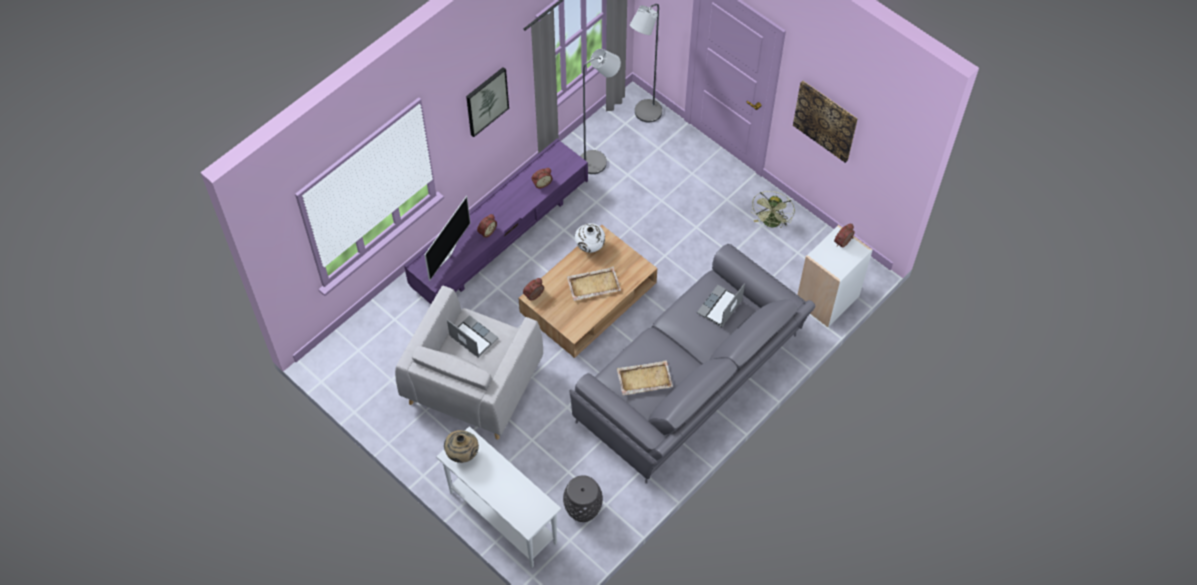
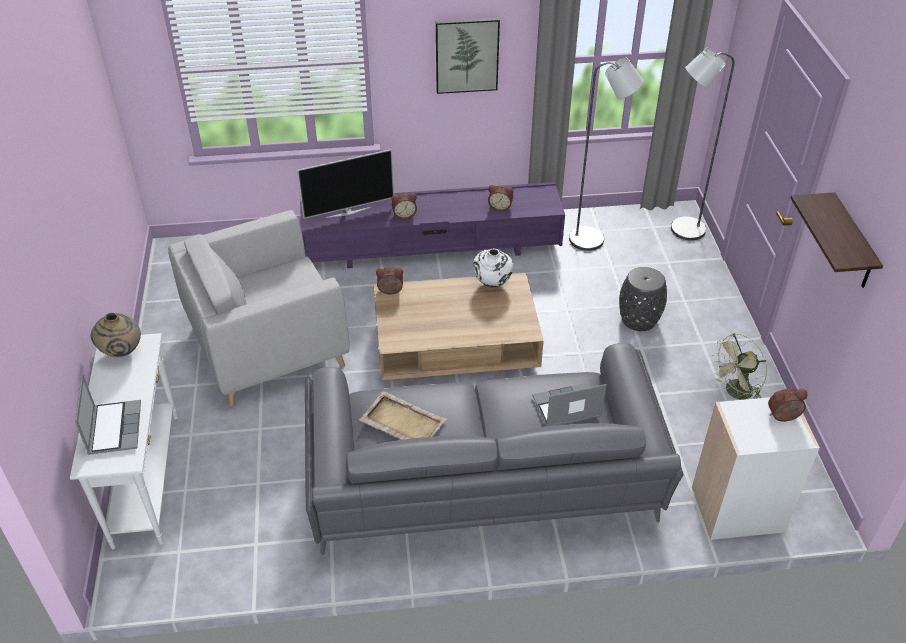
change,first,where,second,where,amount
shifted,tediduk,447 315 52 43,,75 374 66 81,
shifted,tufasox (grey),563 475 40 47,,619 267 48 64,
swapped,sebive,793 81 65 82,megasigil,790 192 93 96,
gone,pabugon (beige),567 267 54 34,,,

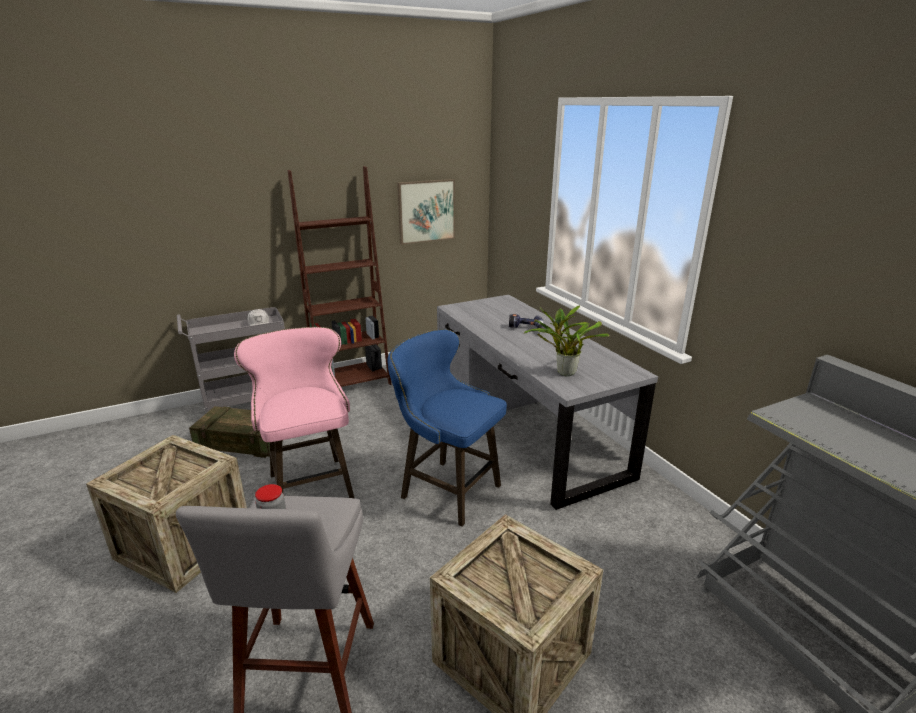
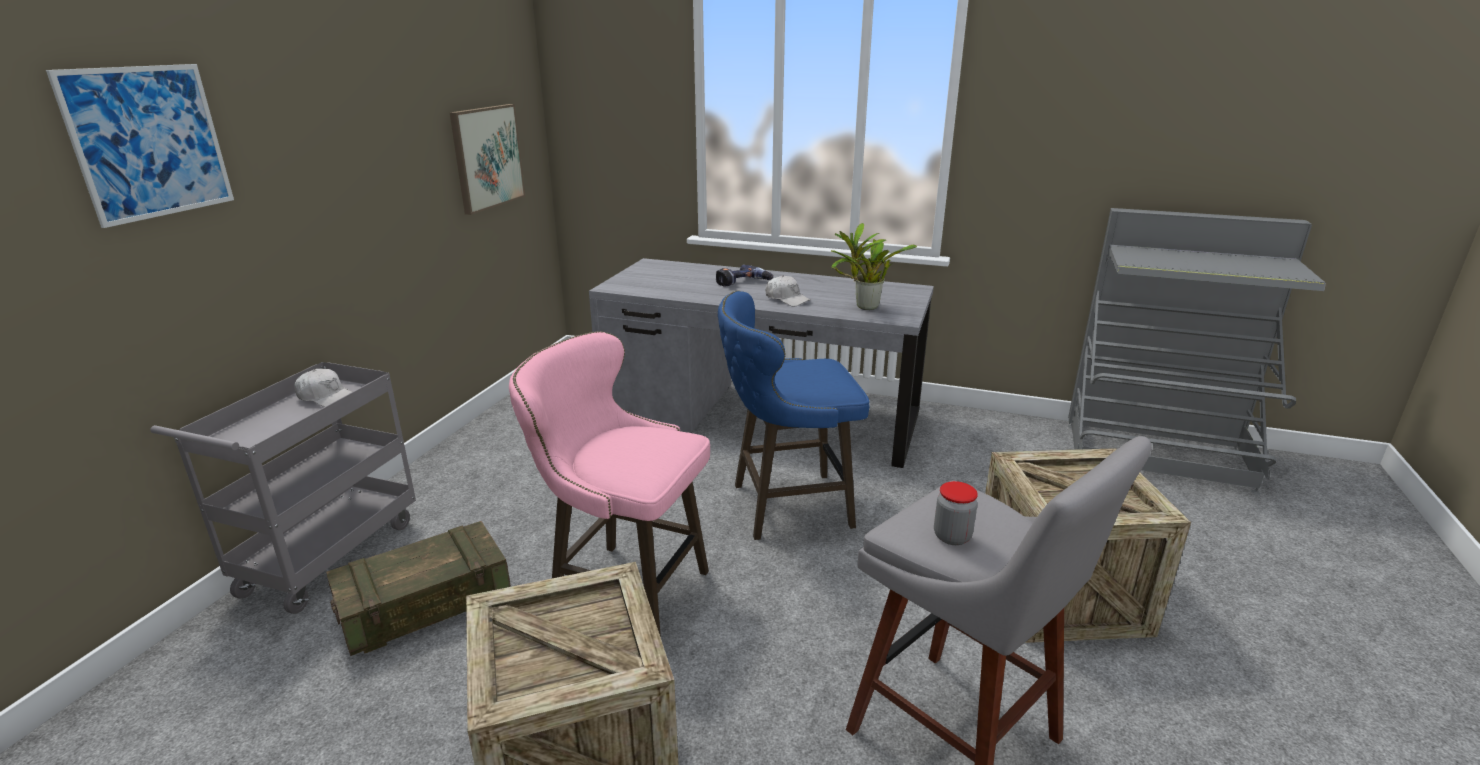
change,first,where,second,where,amount
new,,,sebive,46 64 188 164,
new,,,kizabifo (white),765 275 46 32,
gone,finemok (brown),288 166 103 221,,,

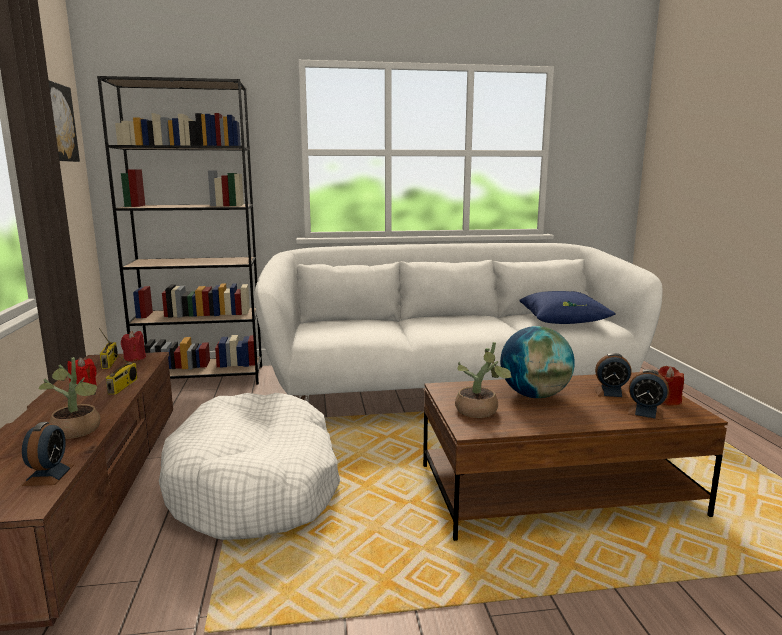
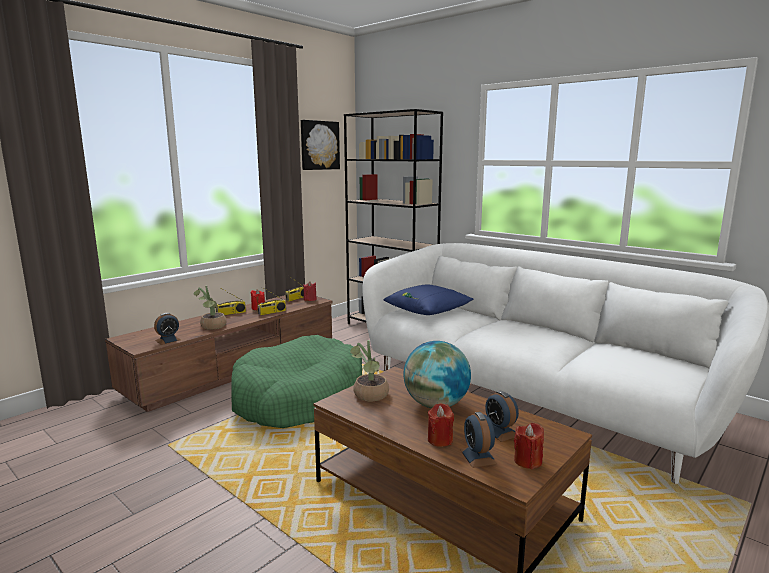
change,first,where,second,where,amount
new,,,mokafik,216 290 30 25,
repainted,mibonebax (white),159 393 181 147,mibonebax (green),231 335 132 93,
shifted,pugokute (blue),519 291 97 33,,383 285 90 30,
new,,,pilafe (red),428 403 26 44,

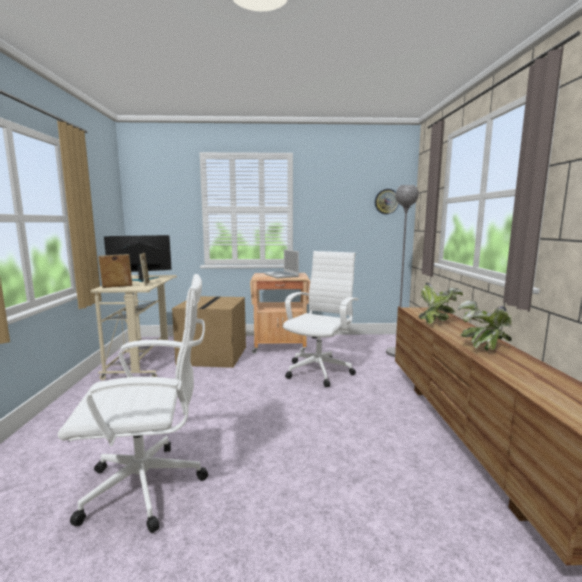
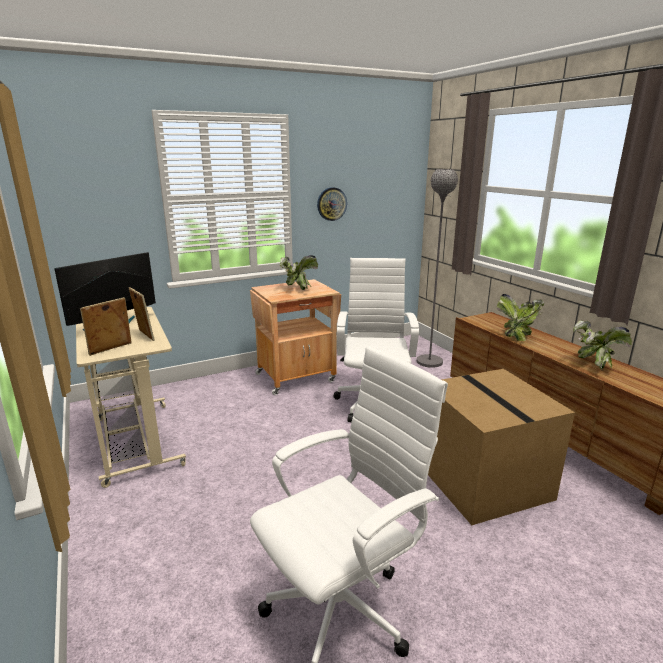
change,first,where,second,where,amount
swapped,tediduk,264 249 35 29,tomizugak,280 255 38 35,
shifted,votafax,375 189 24 25,,317 187 30 34,
shifted,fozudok,172 296 74 72,,428 369 147 156,

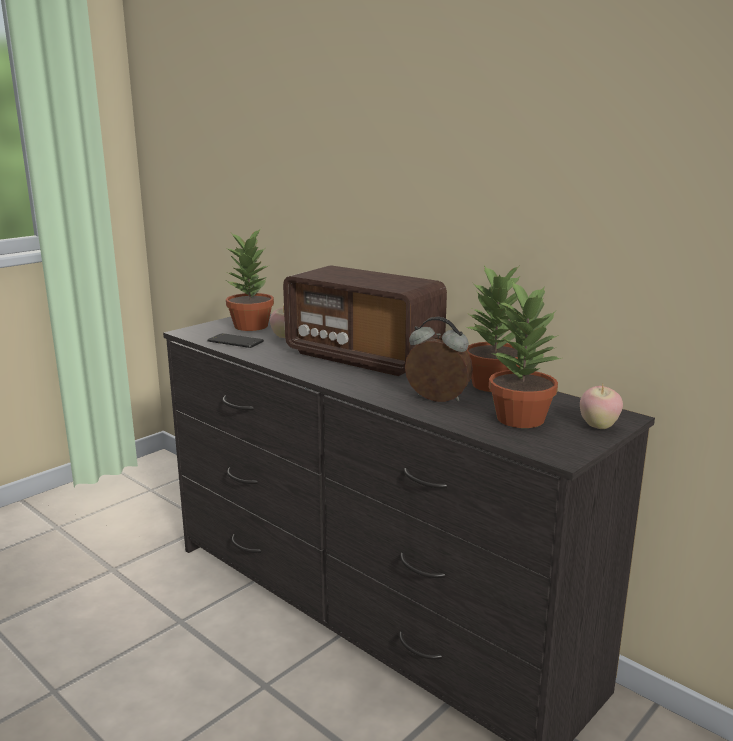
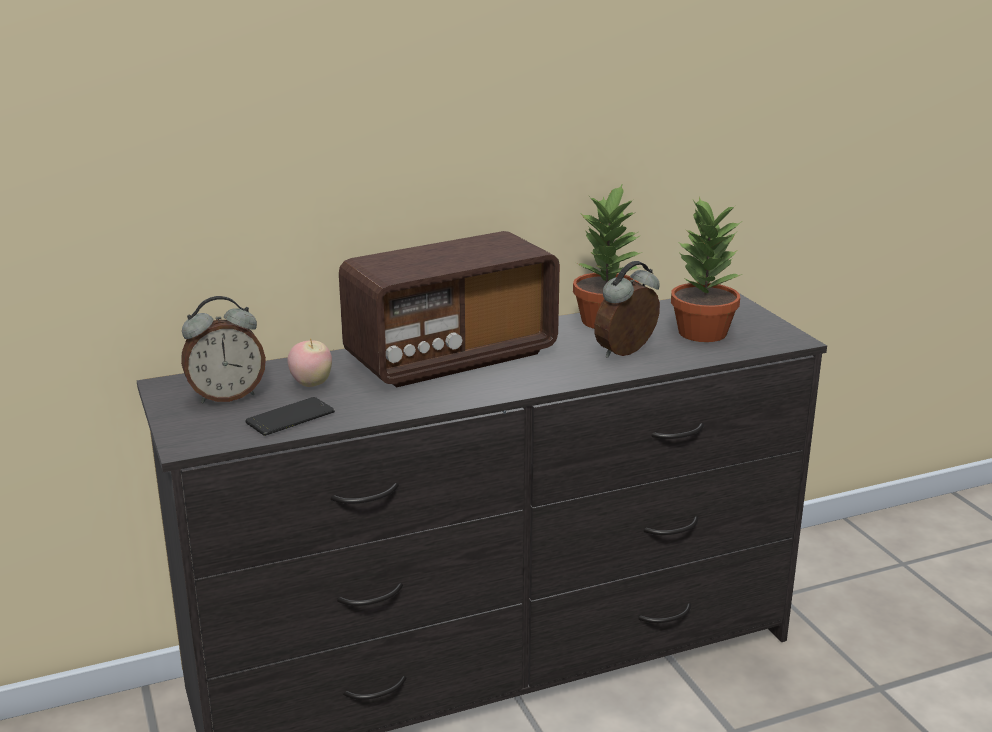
change,first,where,second,where,amount
swapped,tomizugak,225 228 49 103,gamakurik,181 296 85 107,
gone,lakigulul,580 385 43 44,,,

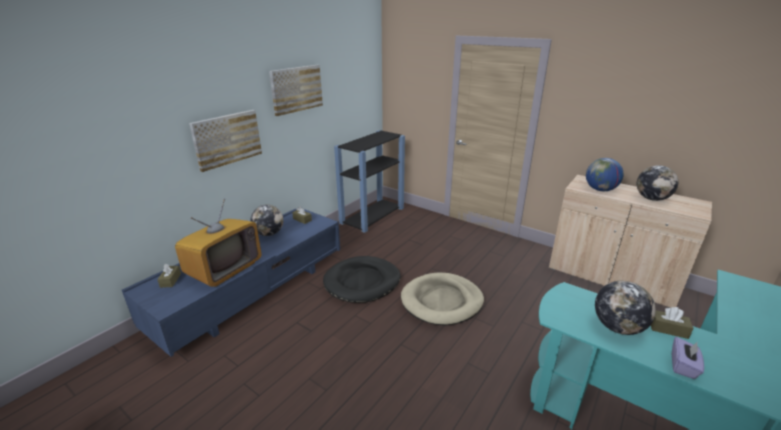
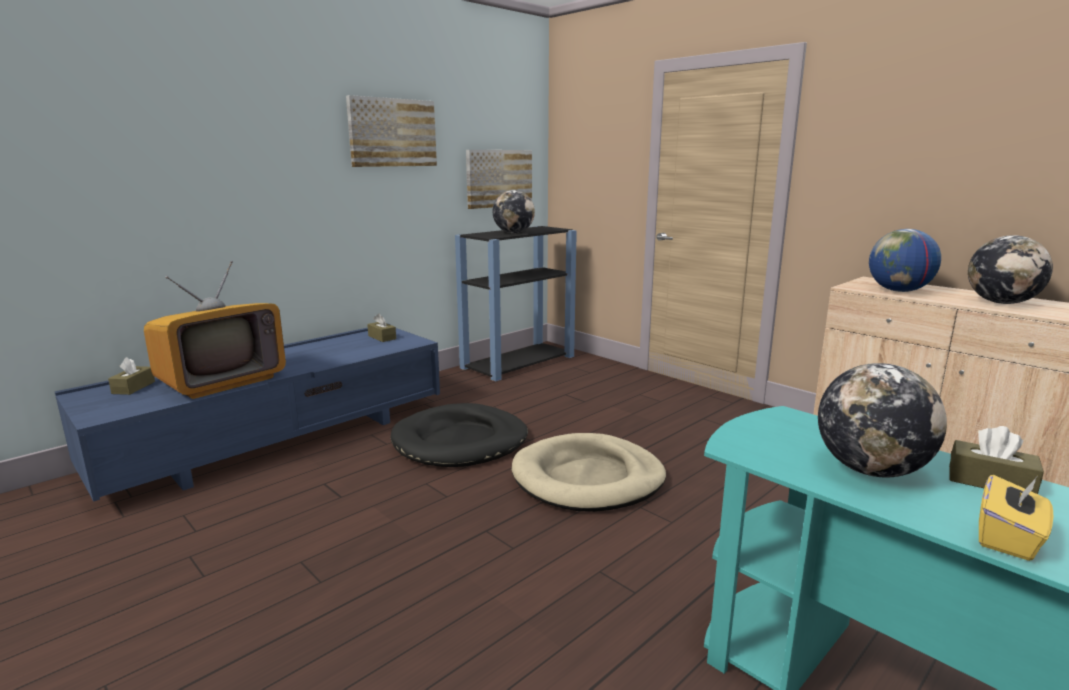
change,first,where,second,where,amount
shifted,sebive,189 110 73 62,,466 150 66 59,
shifted,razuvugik,251 205 32 31,,493 190 42 43,
repainted,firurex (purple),672 337 32 42,firurex (yellow),979 475 74 86,

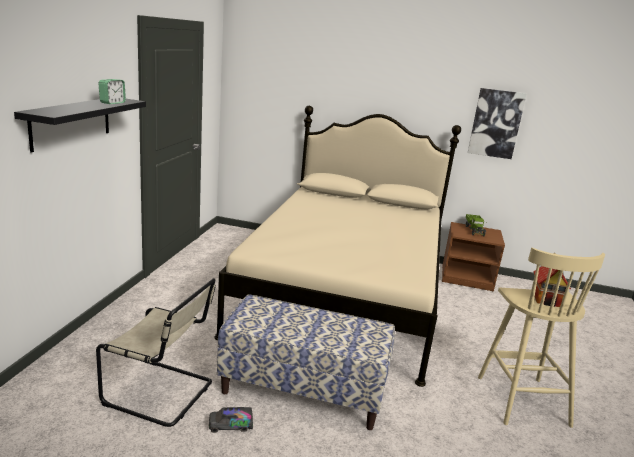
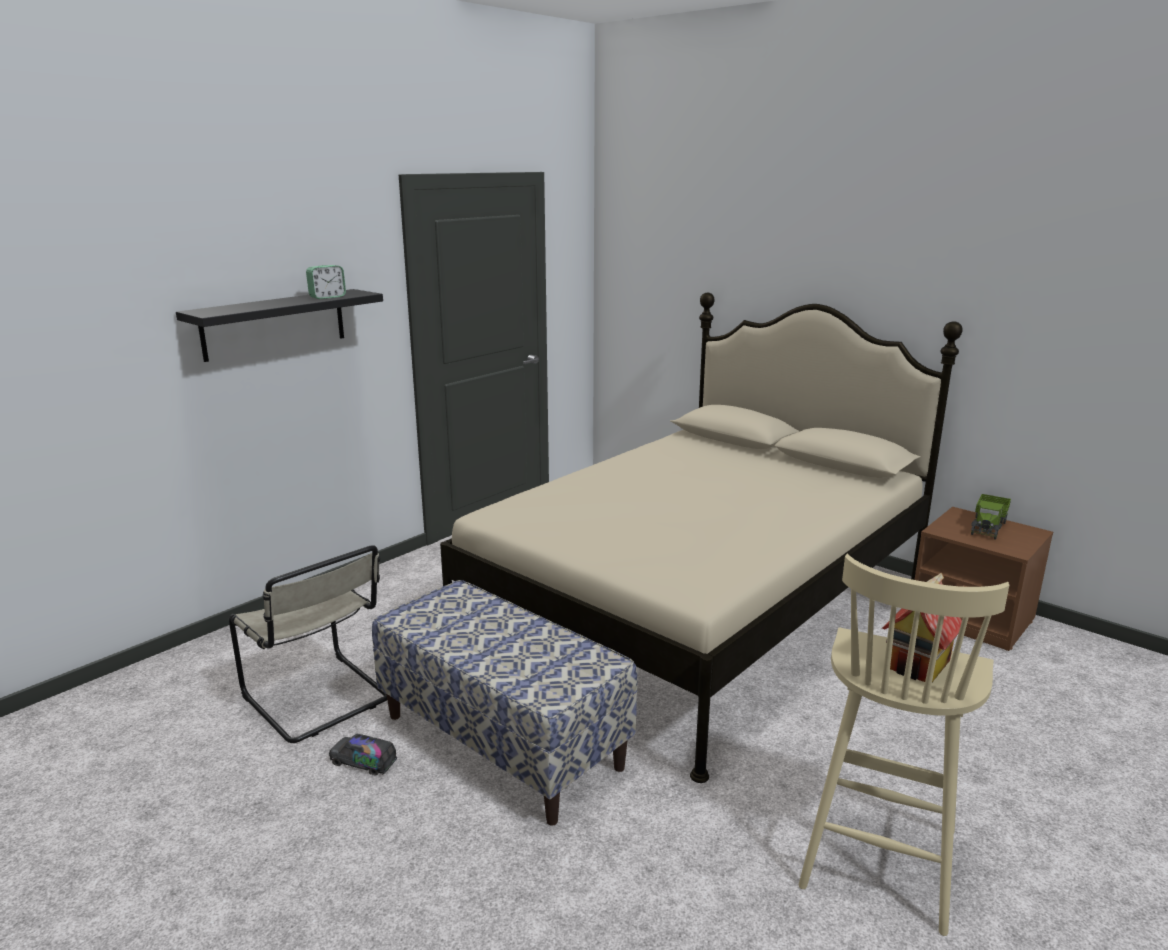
change,first,where,second,where,amount
gone,sebive,468 88 59 71,,,

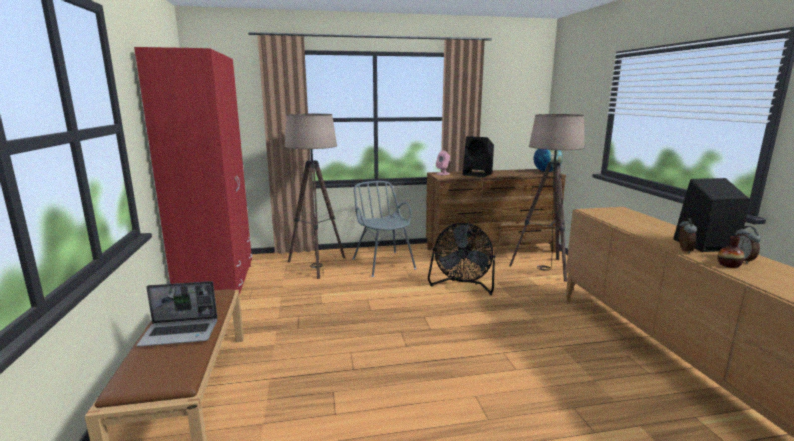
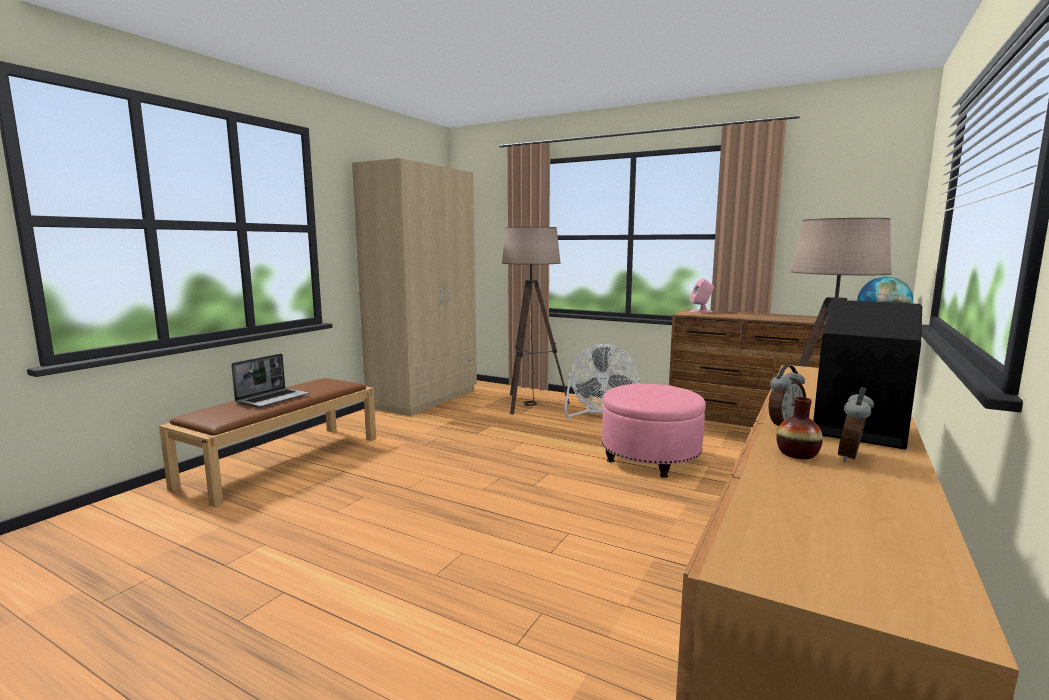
change,first,where,second,where,amount
rotated,tediduk,137 281 80 66,,231 354 78 54,90 degrees counterclockwise
repainted,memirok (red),134 47 118 248,memirok (beige),352 158 125 258,
swapped,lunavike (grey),353 181 64 96,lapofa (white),564 344 76 75,
swapped,lapofa (black),428 223 68 72,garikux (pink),602 384 104 94,
gone,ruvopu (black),463 136 31 41,,,

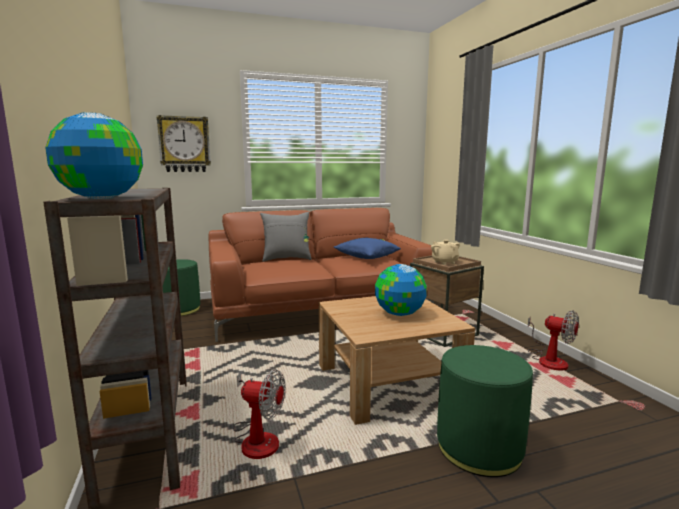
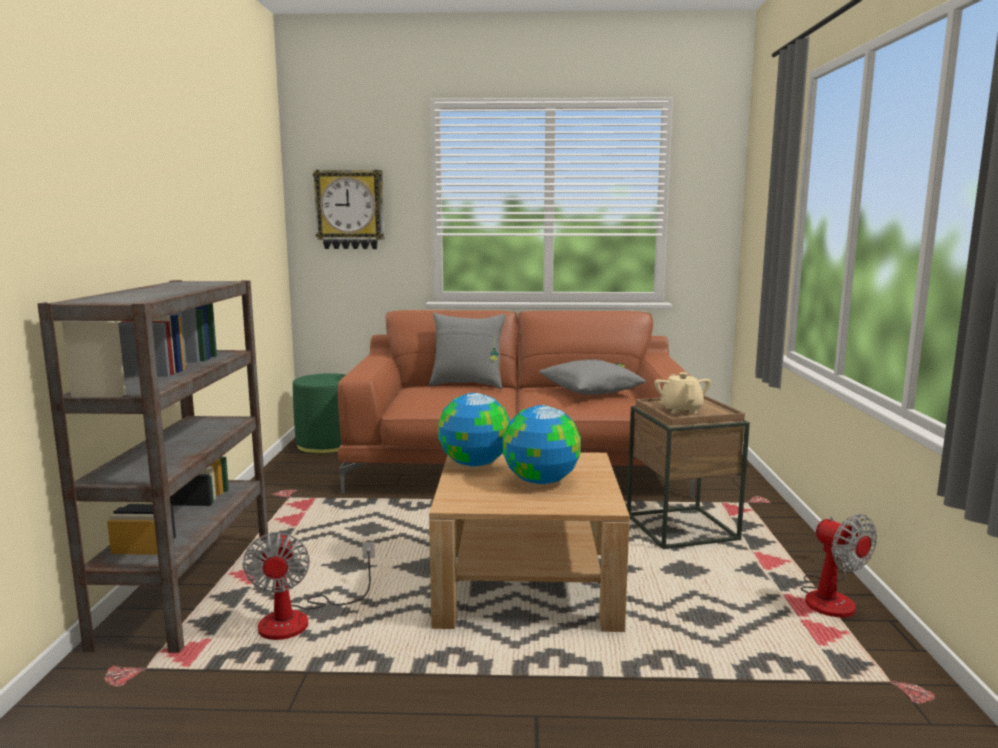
change,first,where,second,where,amount
rotated,lapofa,233 369 53 90,,242 532 133 108,45 degrees clockwise
shifted,razuvugik,45 112 98 87,,438 393 72 74,
repainted,pugokute (blue),334 238 67 21,pugokute (grey),539 359 107 36,
gone,garikux (green),437 345 96 132,,,

